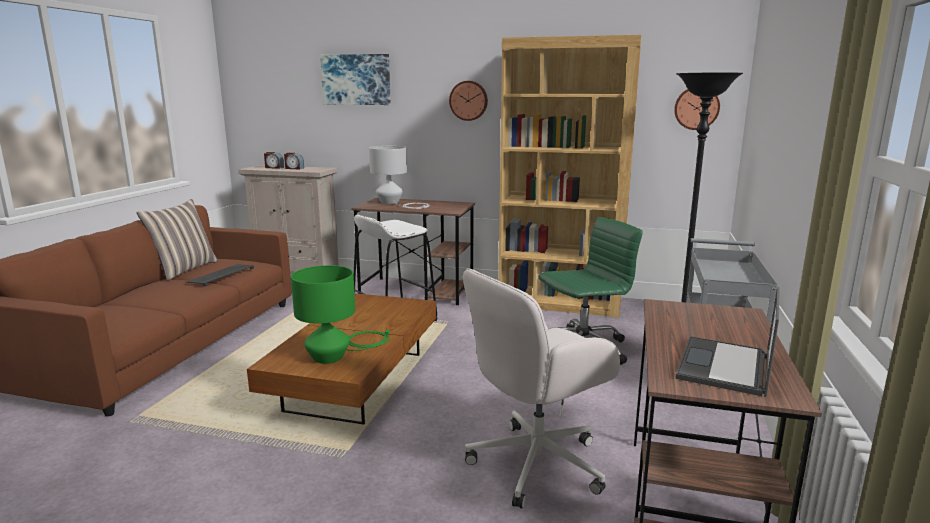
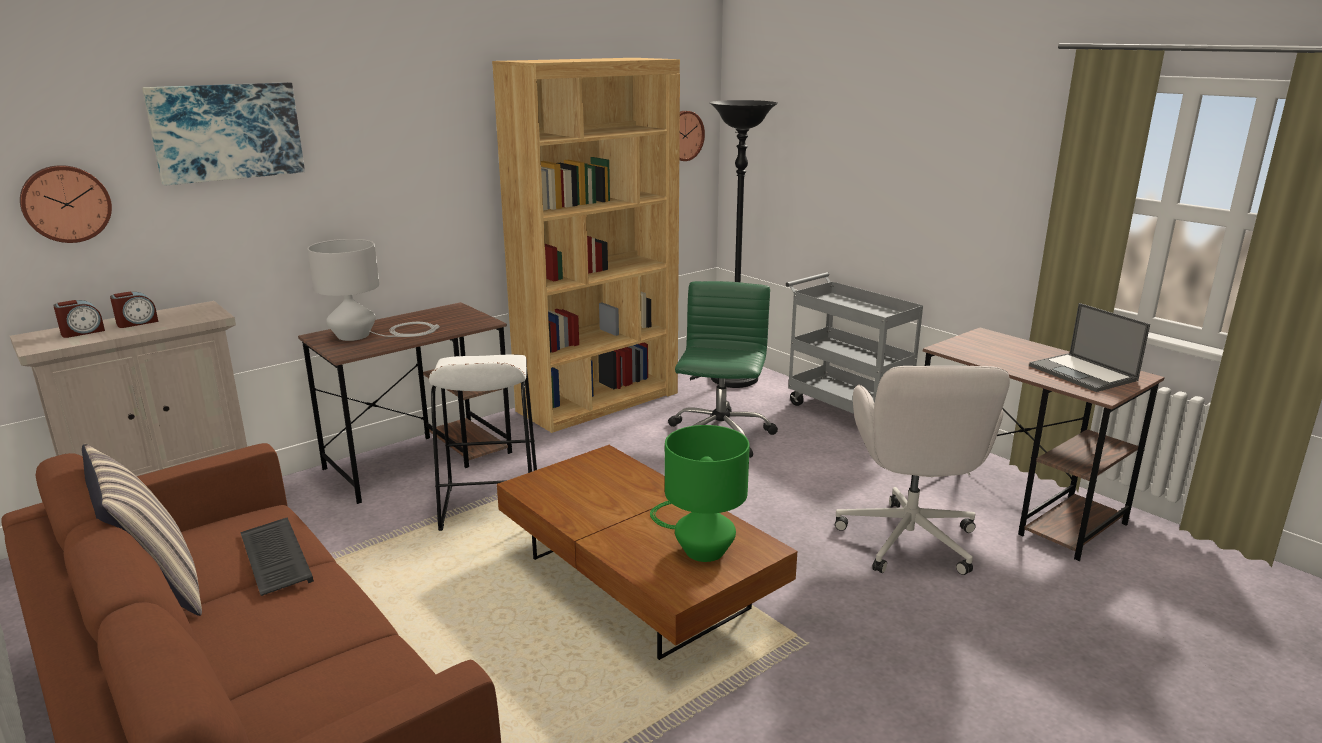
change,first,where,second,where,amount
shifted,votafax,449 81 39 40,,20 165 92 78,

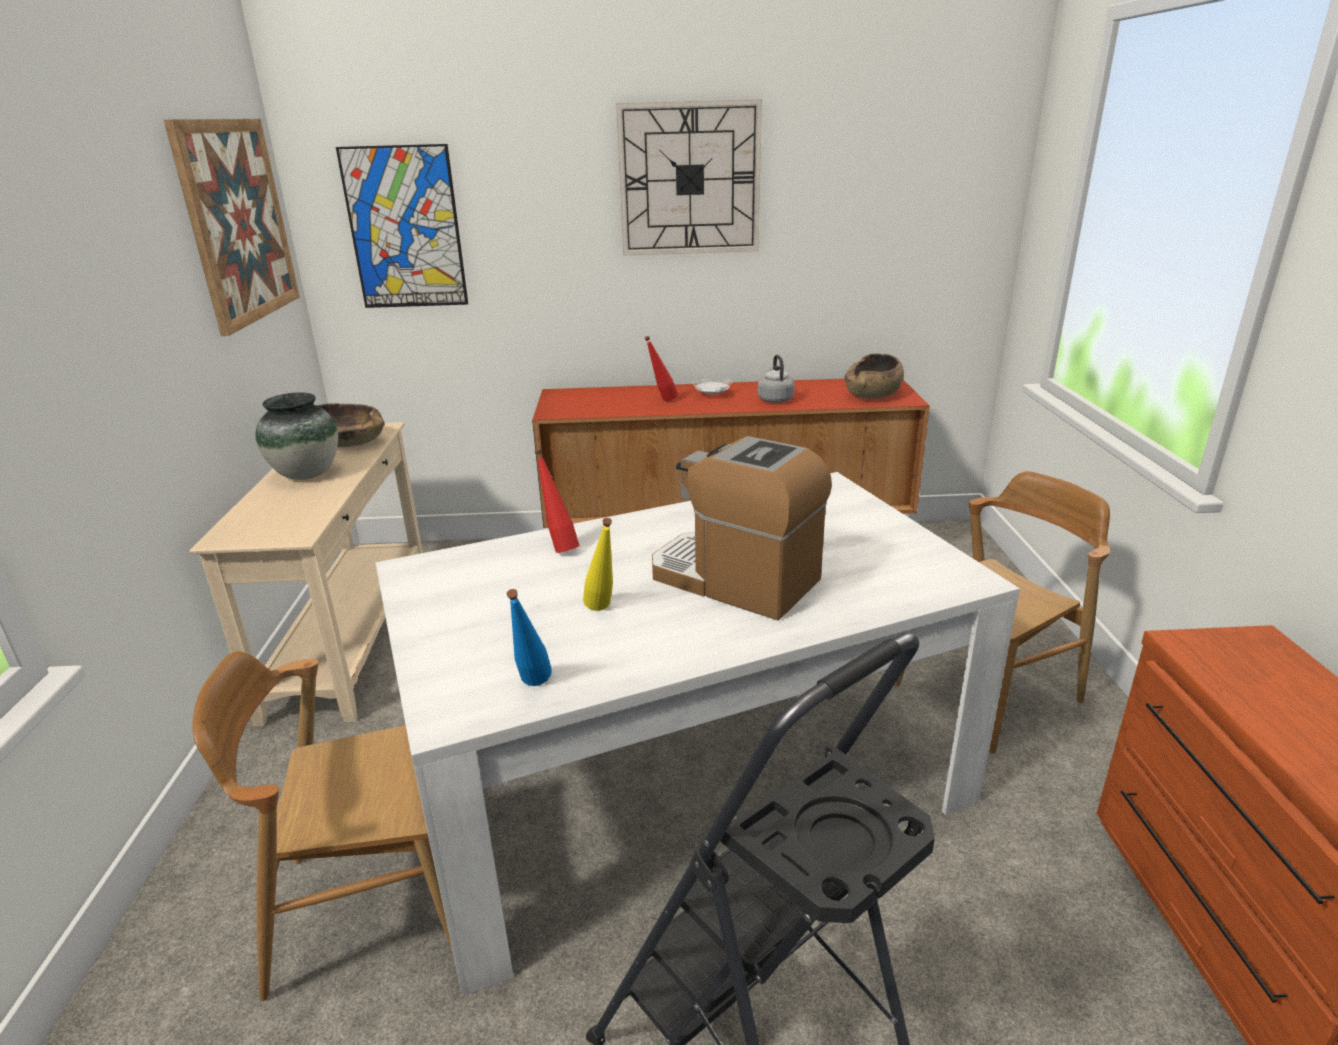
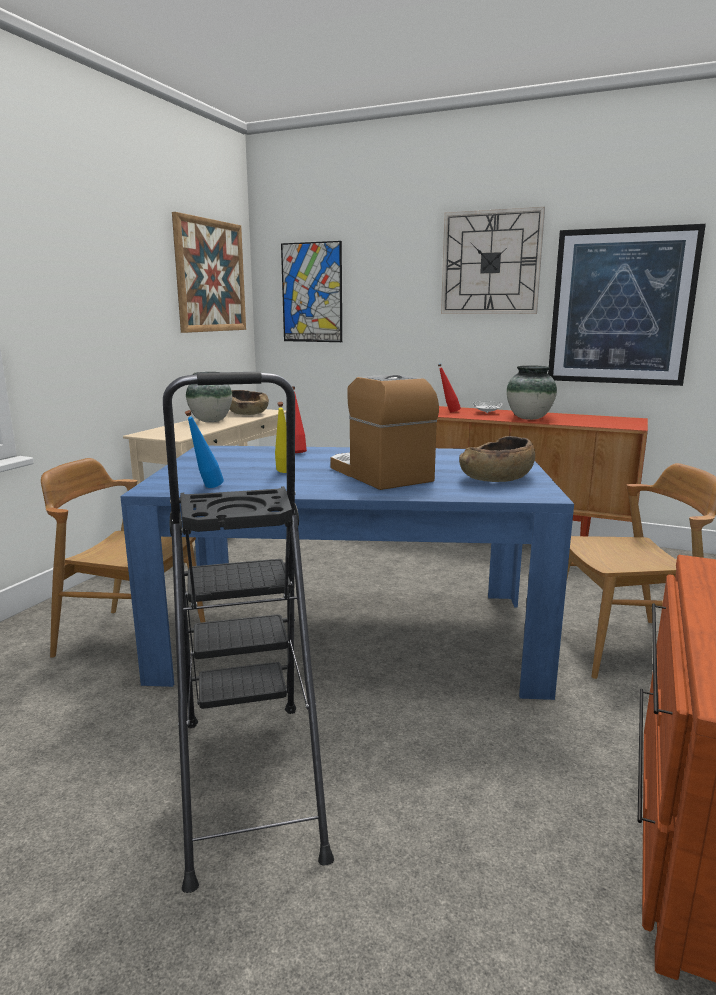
change,first,where,second,where,amount
repainted,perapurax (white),375 472 645 524,perapurax (blue),120 446 454 254,
shifted,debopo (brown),845 354 59 45,,459 436 76 46,
swapped,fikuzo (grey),758 354 37 49,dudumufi,506 365 51 55,
new,,,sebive,548 224 158 162,

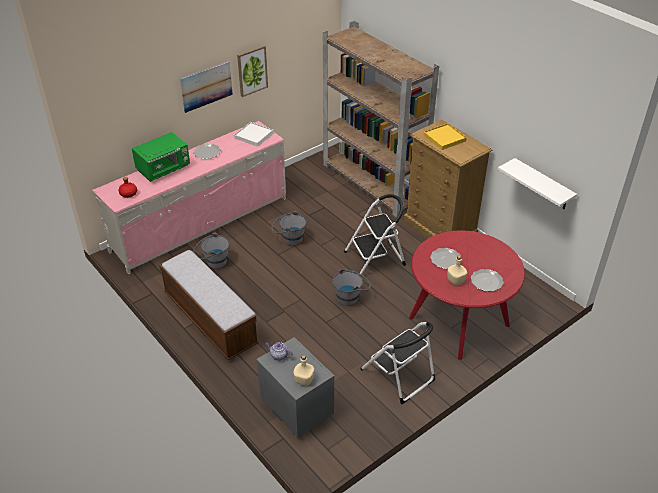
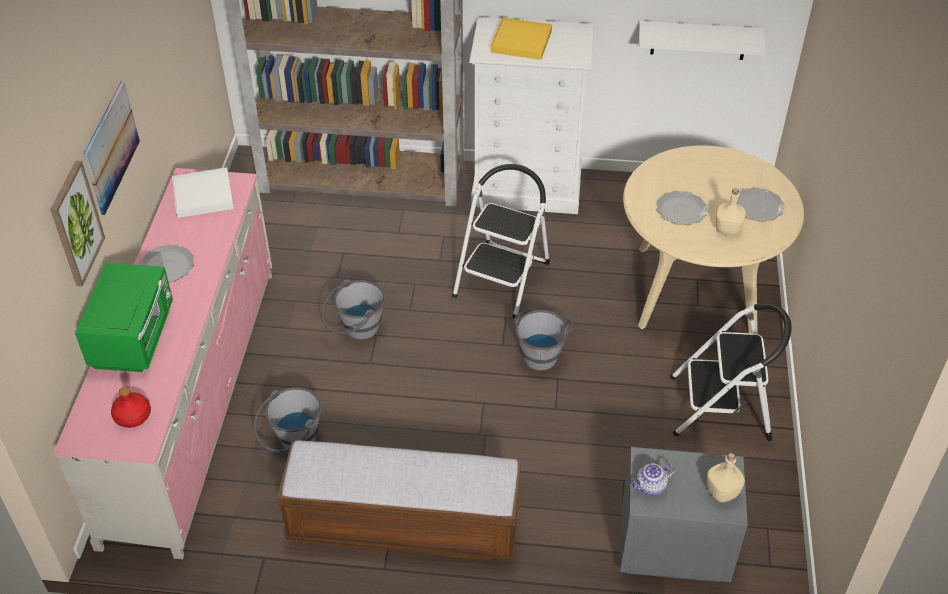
change,first,where,second,where,amount
shifted,sebive,237 45 31 52,,50 161 55 126,
repainted,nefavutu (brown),403 120 89 119,nefavutu (white),469 17 126 197,
repainted,perapurax (red),409 231 116 129,perapurax (beige),623 146 181 188,

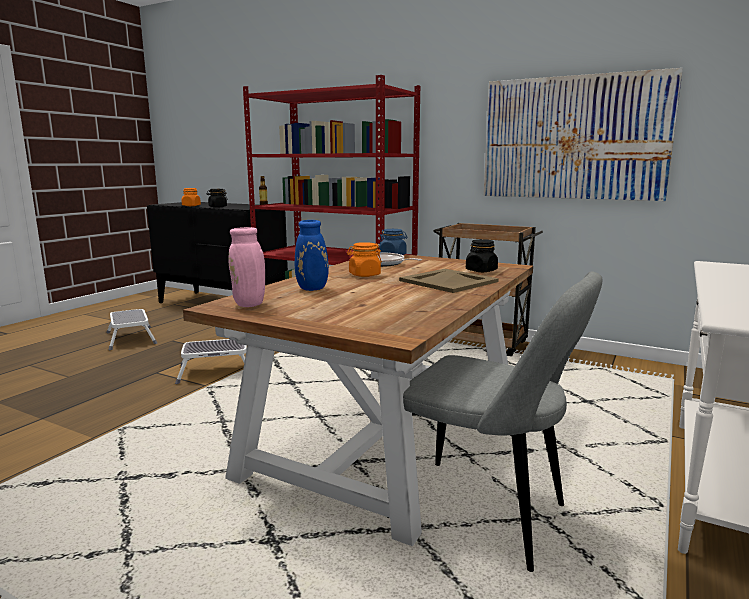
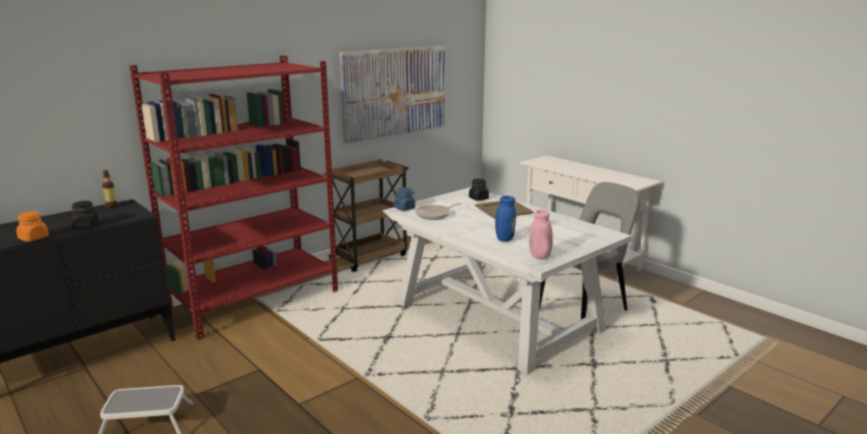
change,first,where,second,where,amount
repainted,perapurax (brown),183 254 350 292,perapurax (white),382 187 250 188,
gone,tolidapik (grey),175 339 72 45,,,
gone,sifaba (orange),347 242 35 35,,,

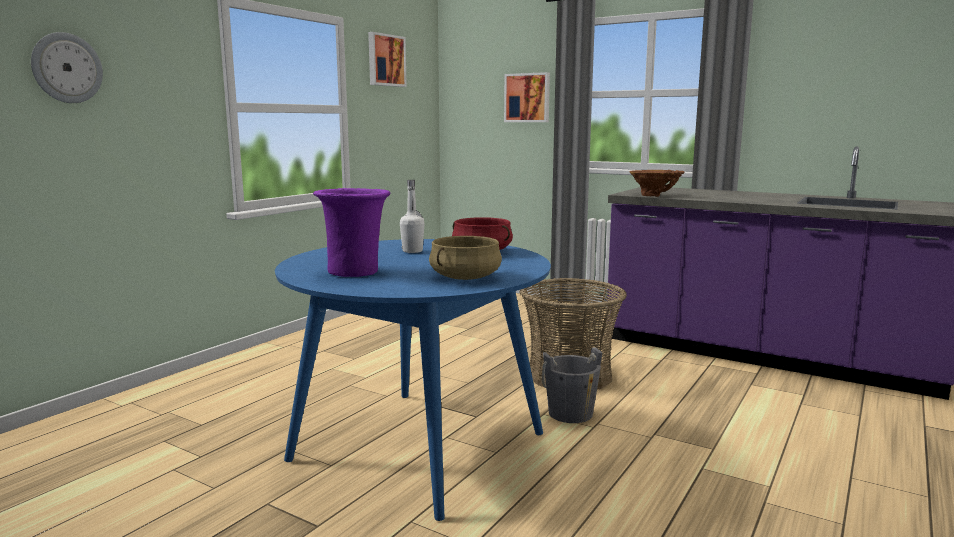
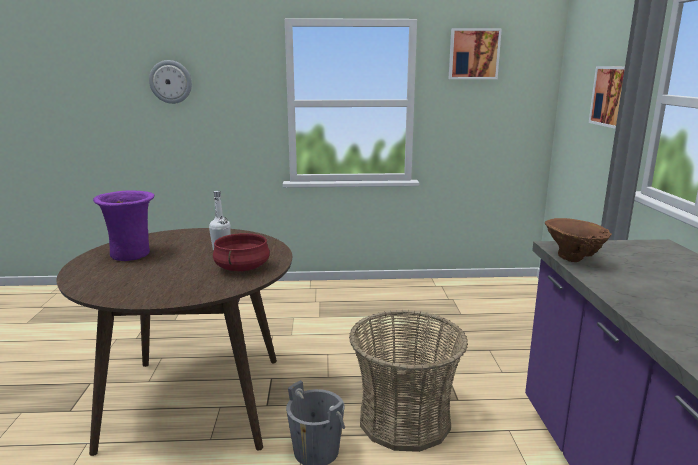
change,first,where,second,where,amount
repainted,perapurax (blue),275 239 276 282,perapurax (brown),56 228 236 228,
gone,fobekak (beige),429 236 73 44,,,

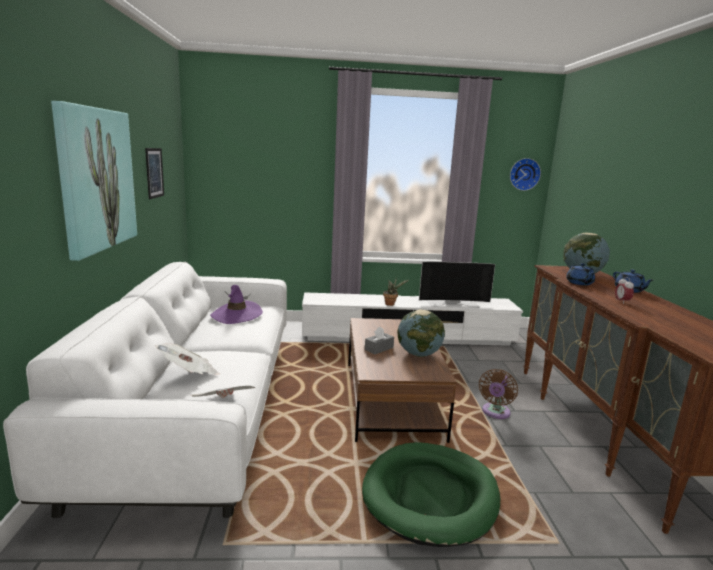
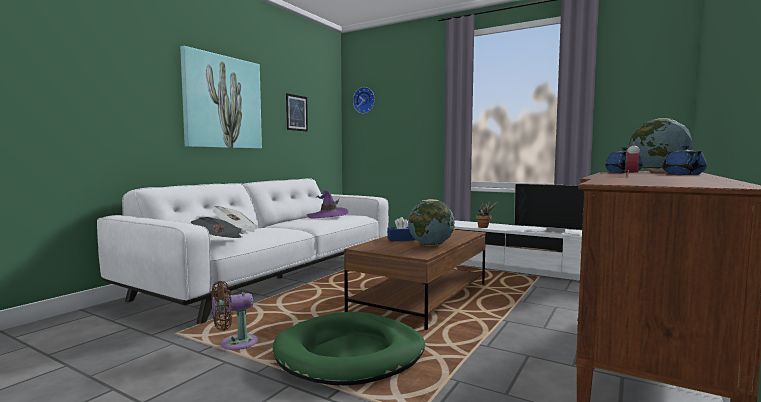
change,first,where,second,where,amount
shifted,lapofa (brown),479 369 39 50,,211 281 47 69,
shifted,votafax,510 158 31 33,,353 87 22 27,
repainted,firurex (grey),365 327 29 27,firurex (blue),387 217 29 24,

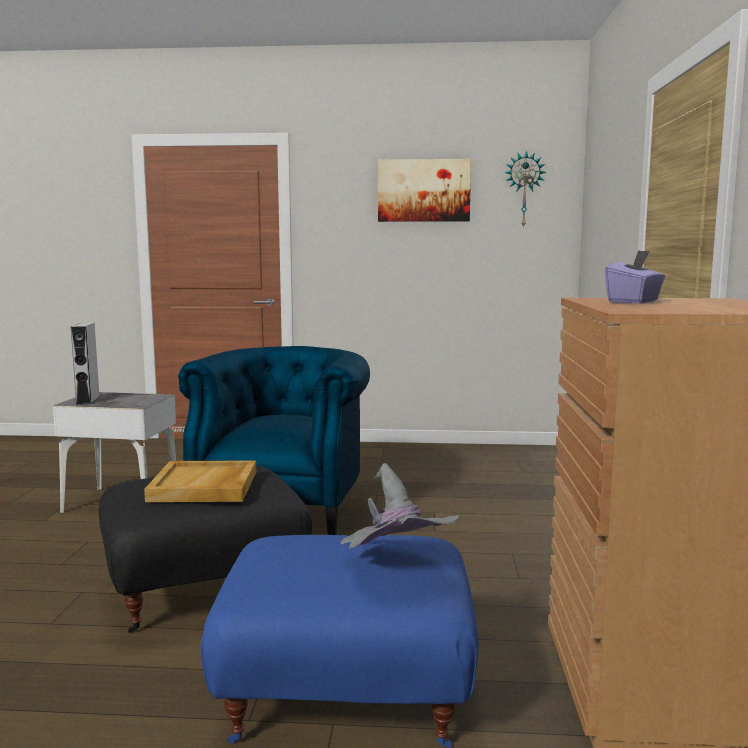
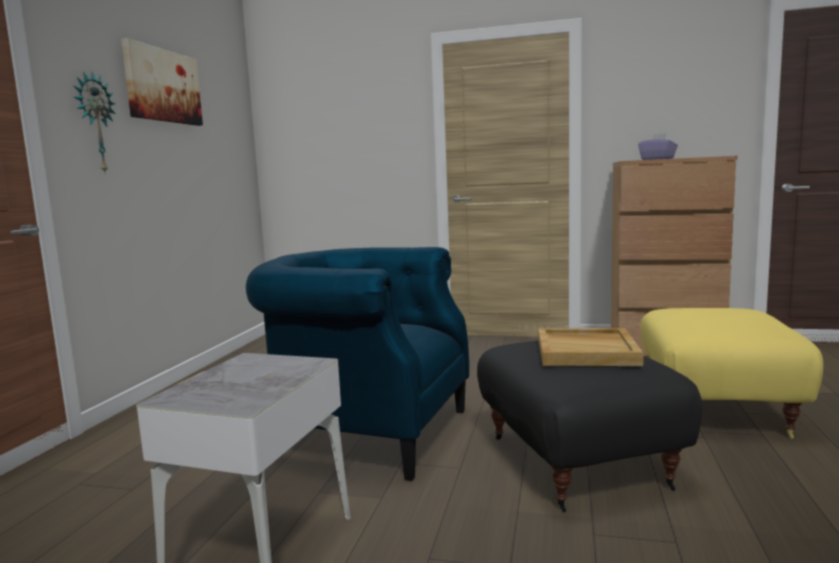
change,first,where,second,where,amount
shifted,votafax,504 150 42 78,,74 72 42 103,
repainted,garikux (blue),200 535 279 213,garikux (yellow),640 308 183 131,
gone,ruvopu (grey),71 323 29 81,,,
gone,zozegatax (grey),340 463 120 86,,,

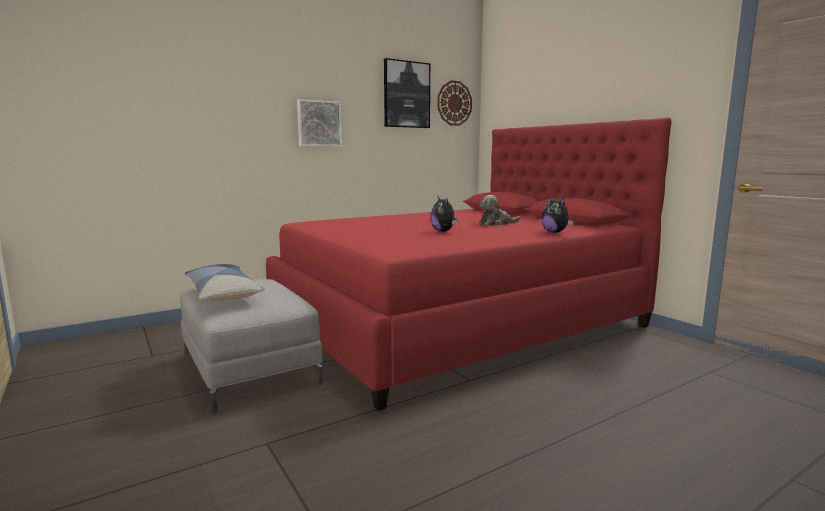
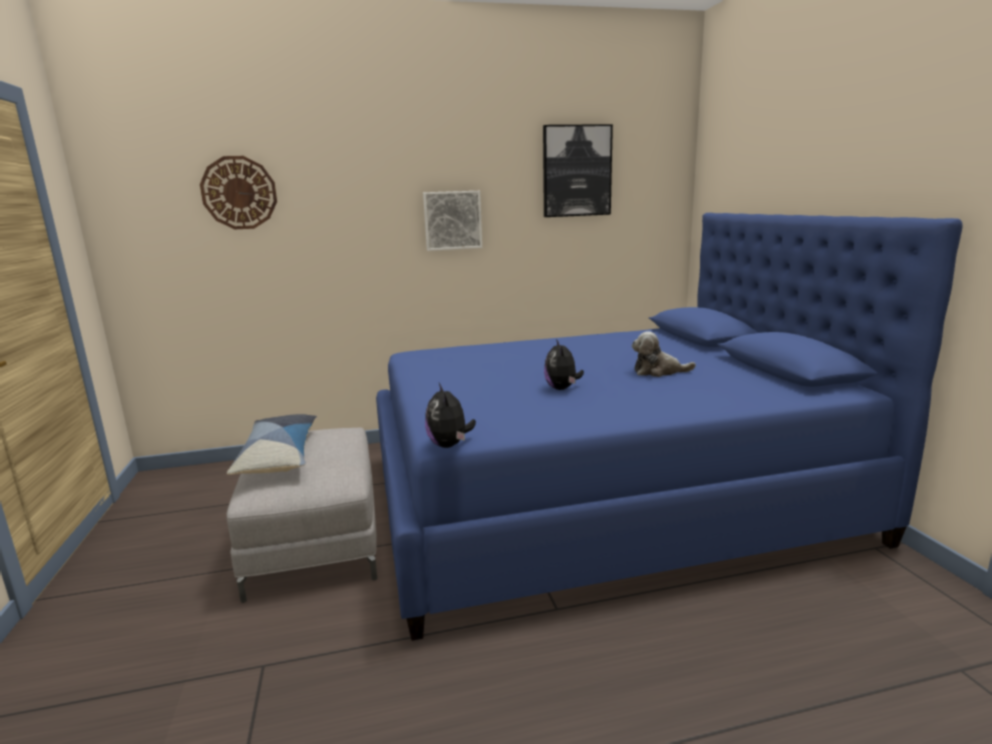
change,first,where,second,where,amount
shifted,votafax,437 80 35 46,,200 156 77 73,
repainted,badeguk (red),266 118 405 293,badeguk (blue),376 213 587 428,
shifted,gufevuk,542 196 32 37,,425 383 51 65,

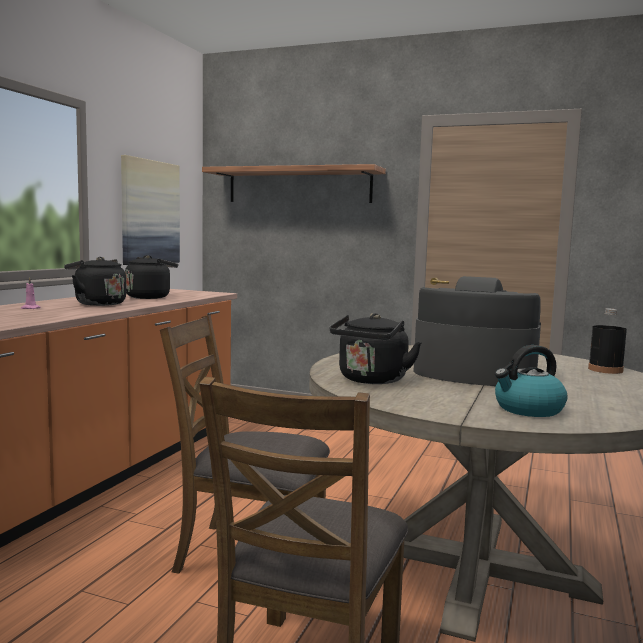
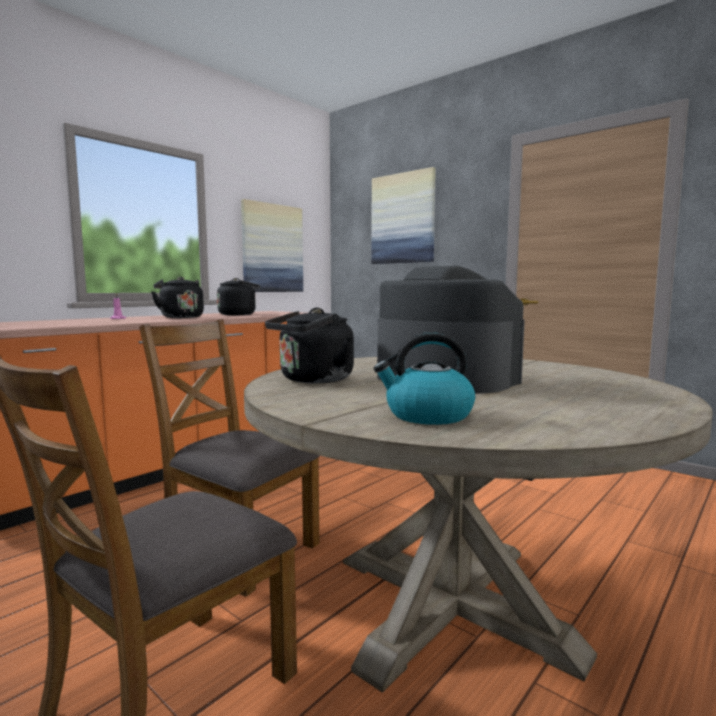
change,first,where,second,where,amount
swapped,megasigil,202 164 184 39,sebive,371 167 65 97,
gone,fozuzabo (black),588 309 39 65,,,

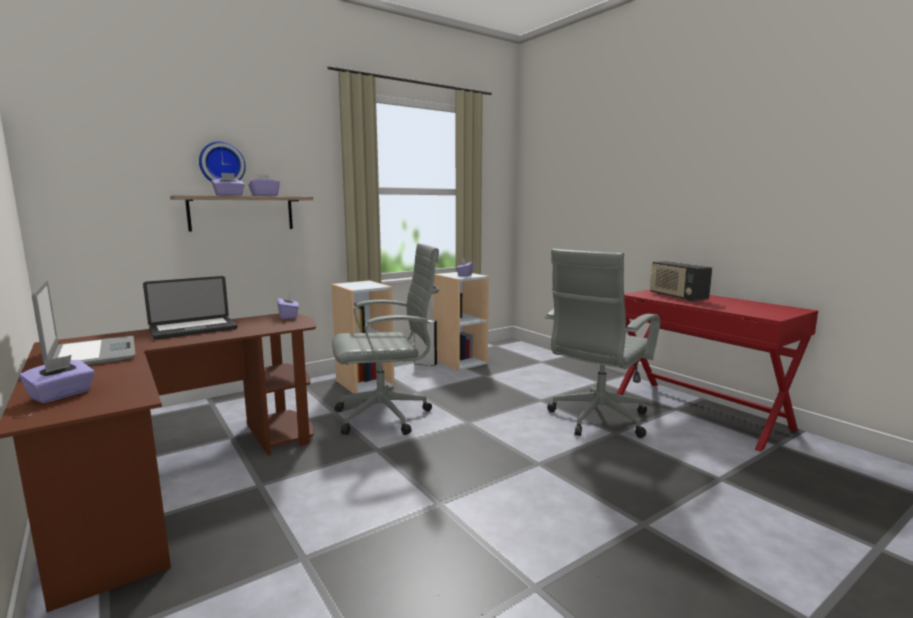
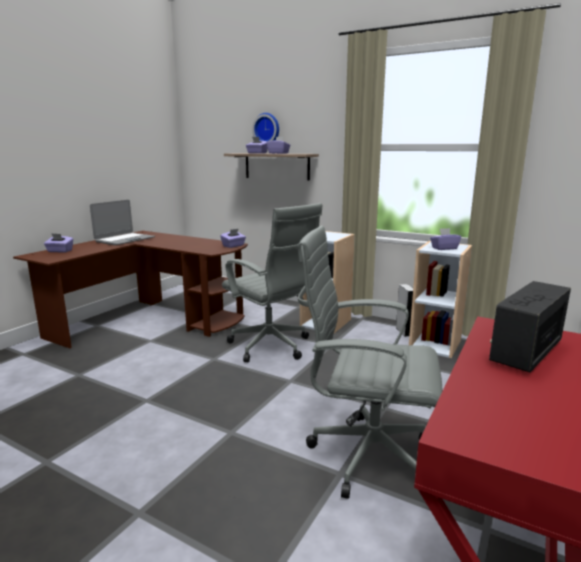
change,first,where,second,where,amount
gone,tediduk,143 276 95 63,,,

